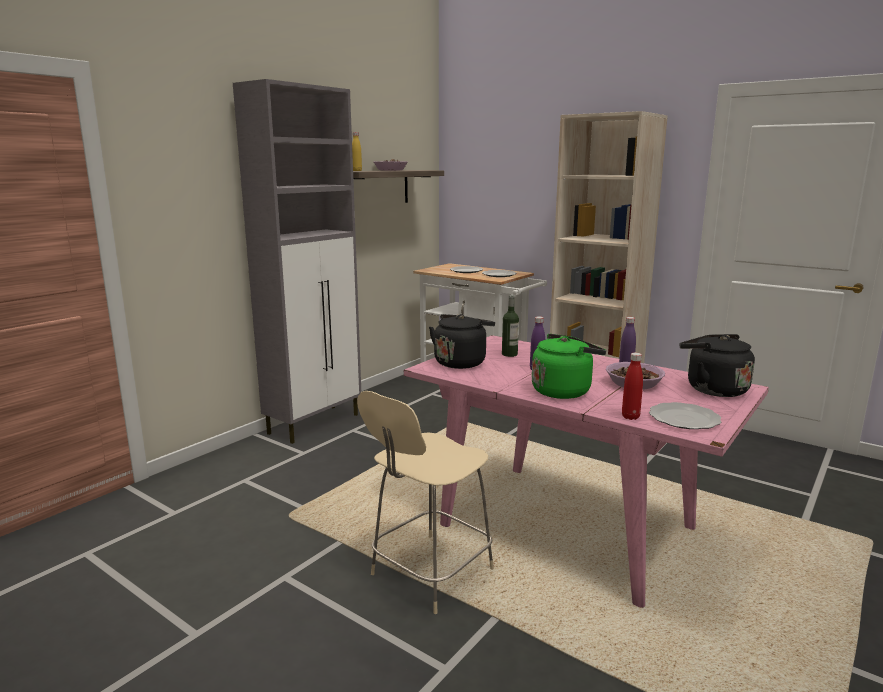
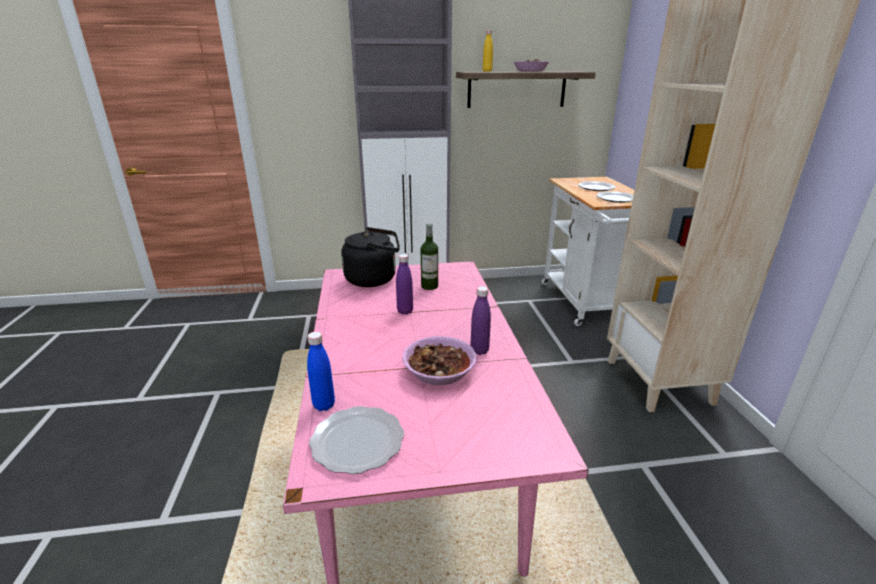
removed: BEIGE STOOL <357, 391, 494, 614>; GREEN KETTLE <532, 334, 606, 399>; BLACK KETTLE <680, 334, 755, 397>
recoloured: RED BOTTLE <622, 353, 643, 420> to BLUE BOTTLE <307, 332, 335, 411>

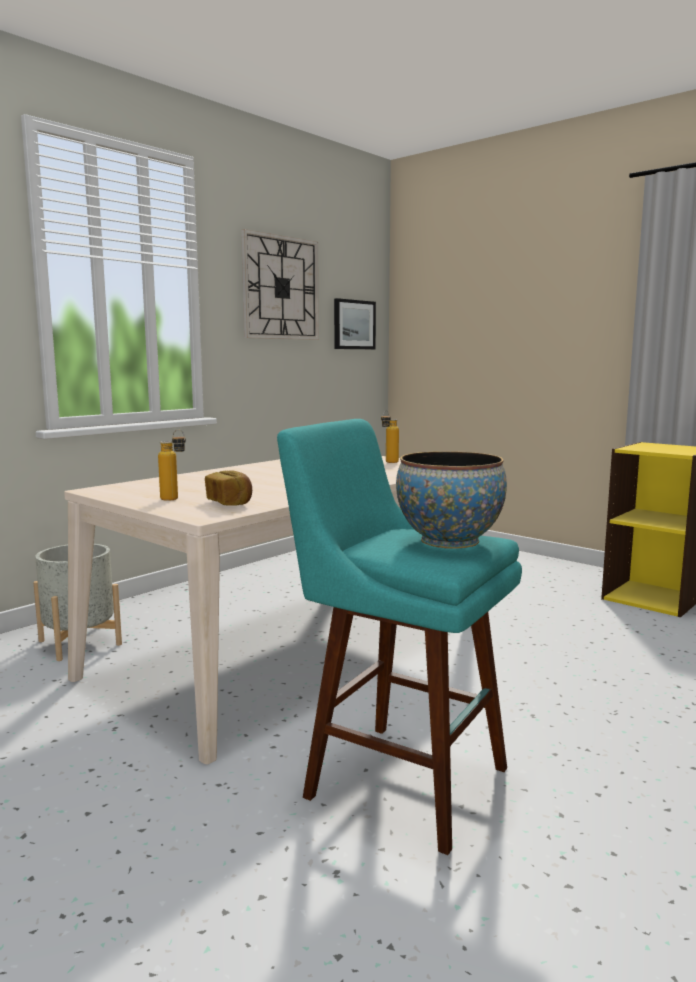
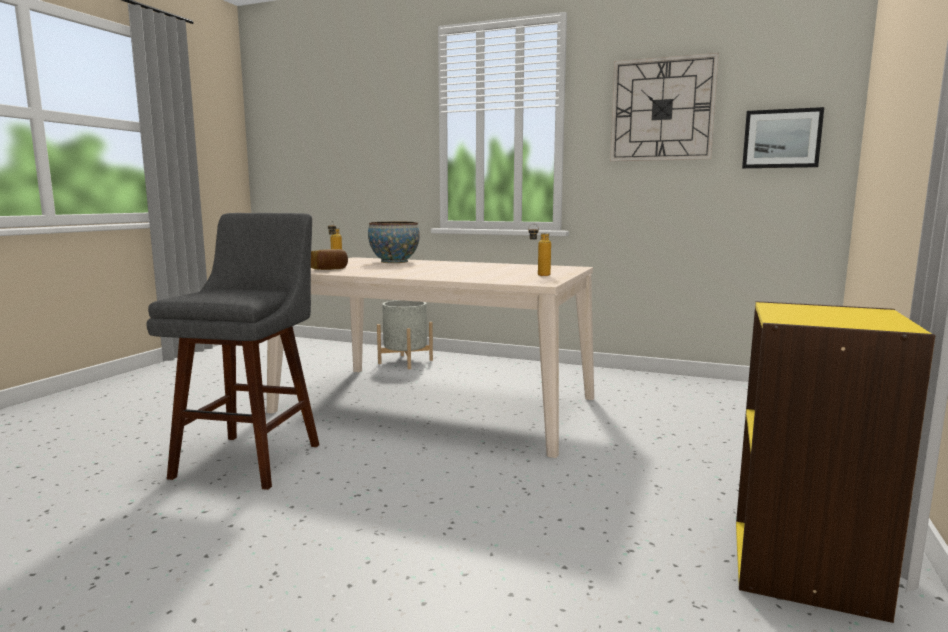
moved: BOWL <396, 451, 507, 549> to <368, 222, 420, 263>
recoloured: TURQUOISE STOOL <277, 419, 522, 855> to GREY STOOL <146, 213, 319, 490>

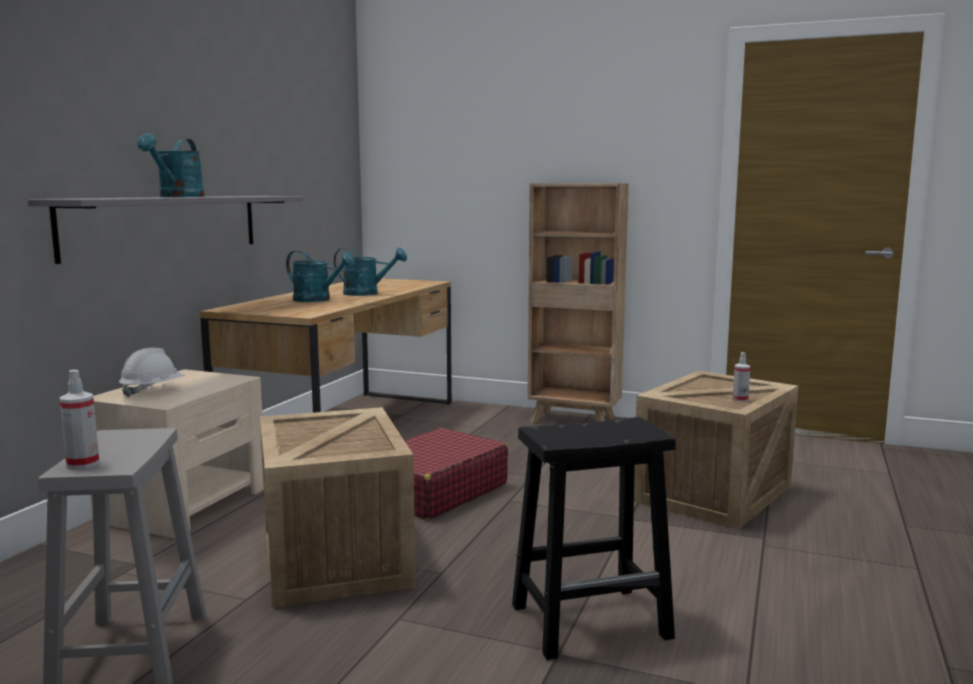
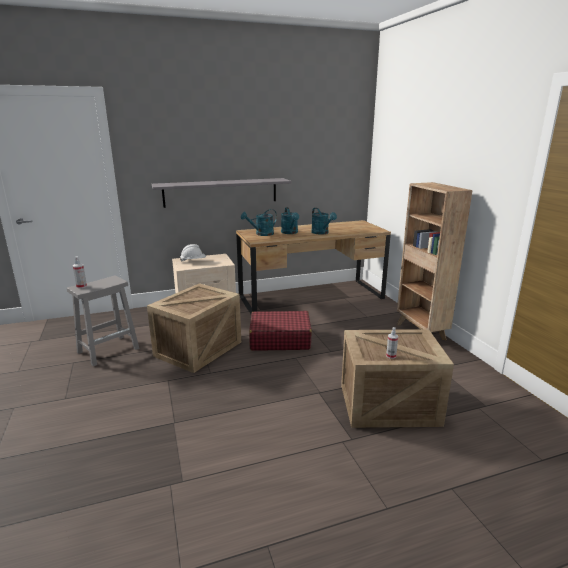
removed: BLACK STOOL <512, 417, 676, 660>
moved: TURQUOISE WATERING CAN <137, 133, 205, 197> to <241, 209, 277, 236>

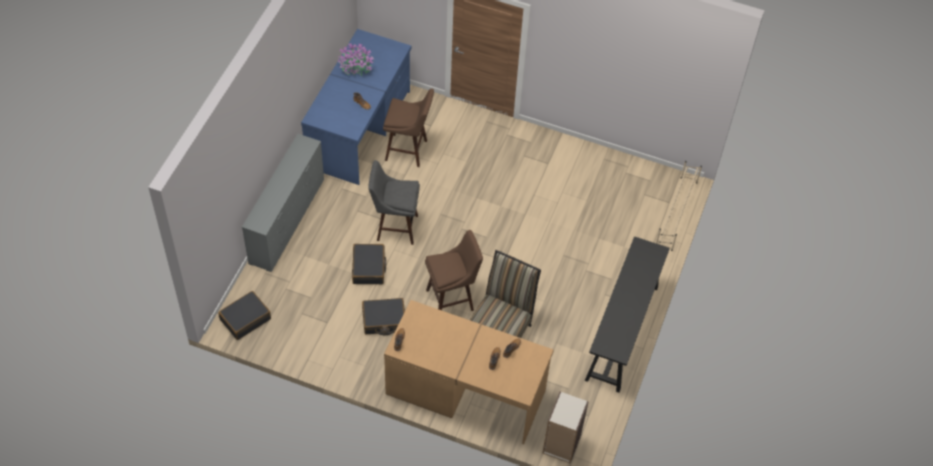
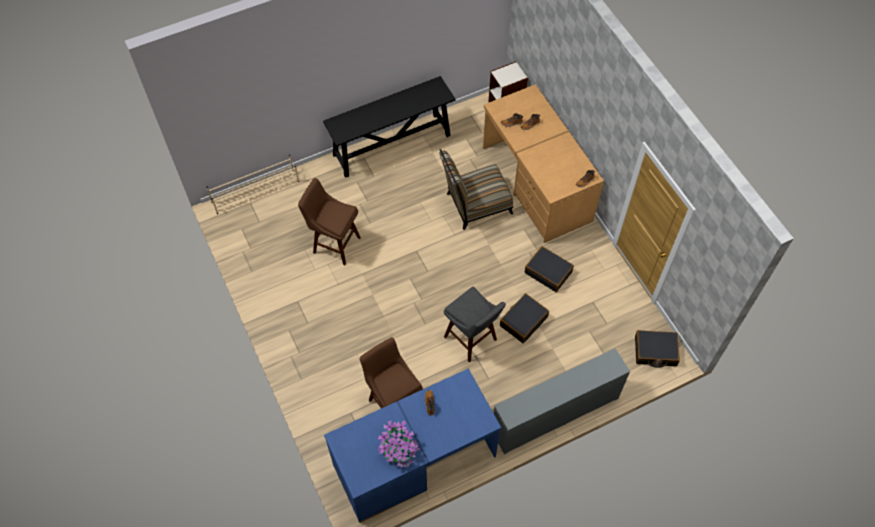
moved: BROWN STOOL <425, 230, 483, 311> to <298, 178, 361, 265>

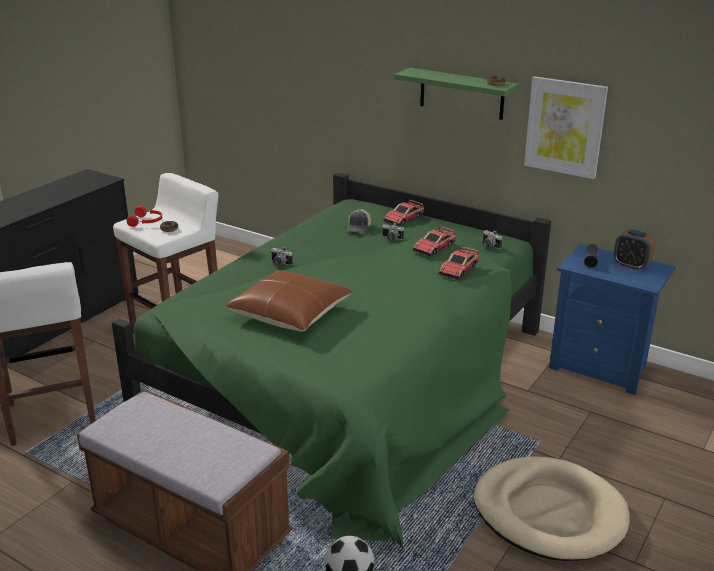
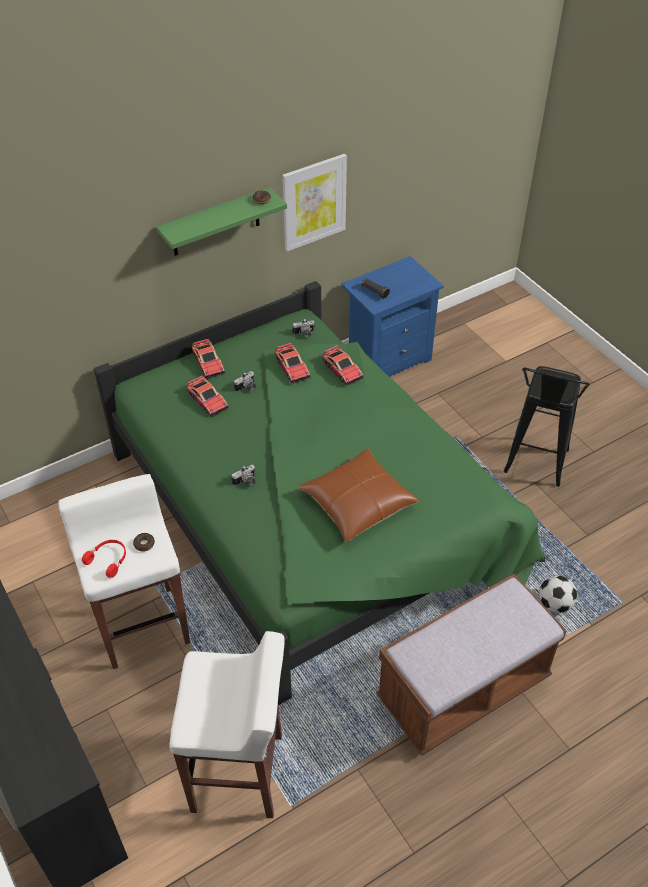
removed: ALARM CLOCK <614, 229, 655, 271>
replaced: CAP <347, 209, 371, 233> to TOY CAR <187, 376, 229, 417>; BEIGE DOG BED <473, 456, 630, 561> to BLACK STOOL <504, 366, 590, 487>

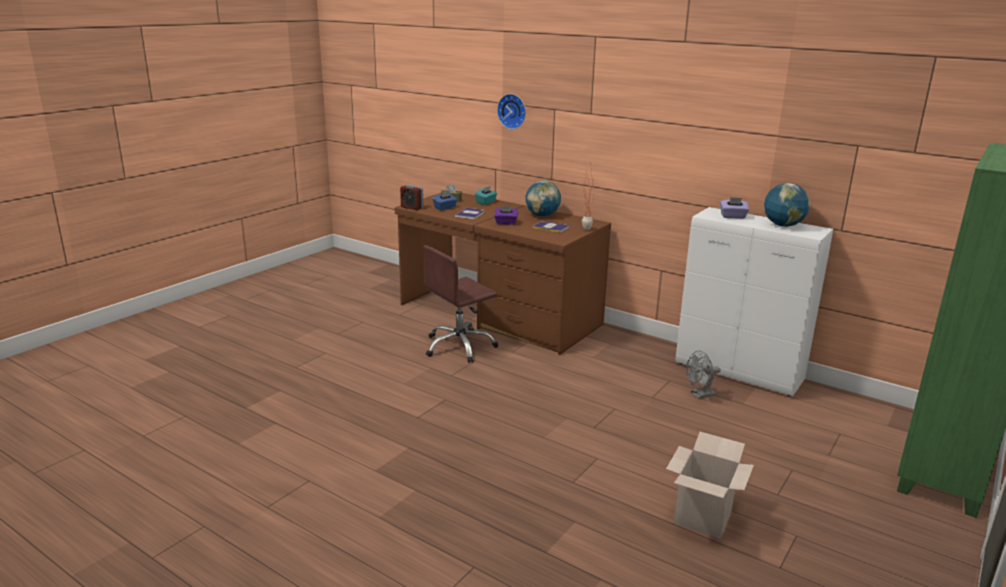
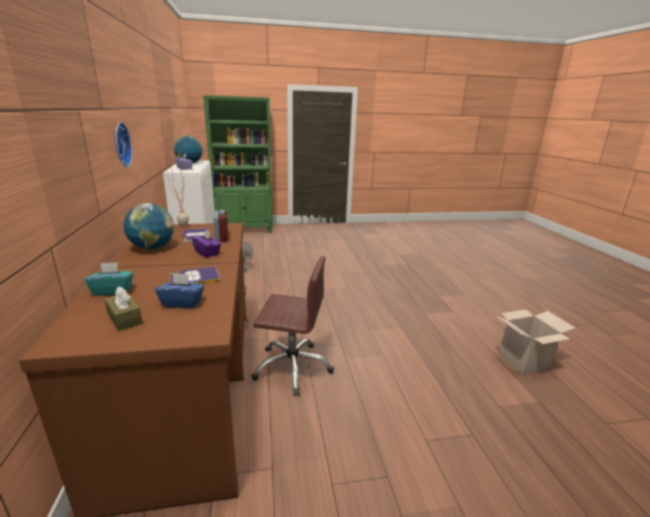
moved: ALARM CLOCK <400, 185, 423, 210> to <213, 210, 228, 242>; WALL CLOCK <497, 94, 526, 129> to <115, 122, 132, 167>; CARDBOARD BOX <666, 432, 754, 539> to <496, 309, 575, 374>

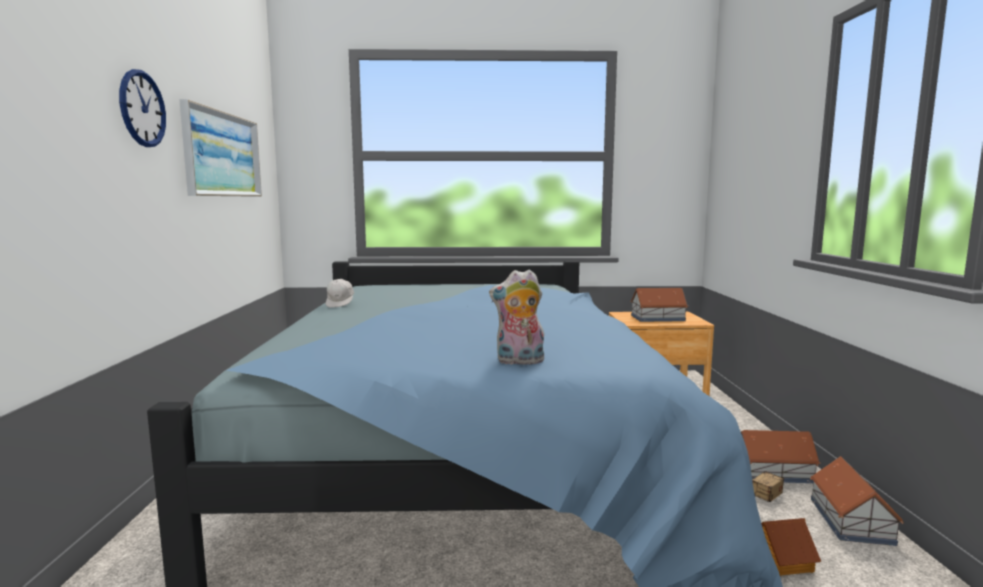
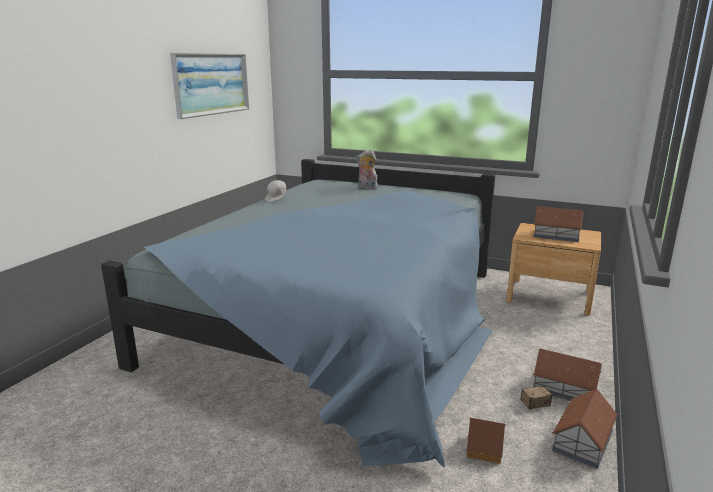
removed: WALL CLOCK <119, 69, 166, 147>
moved: PLUSH TOY <489, 269, 544, 365> to <356, 149, 378, 189>

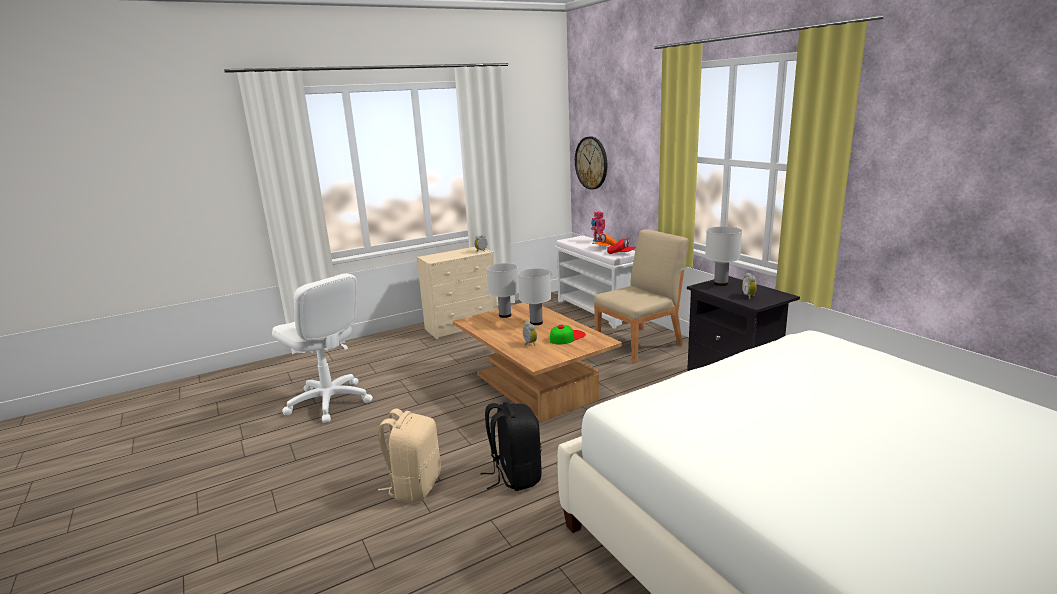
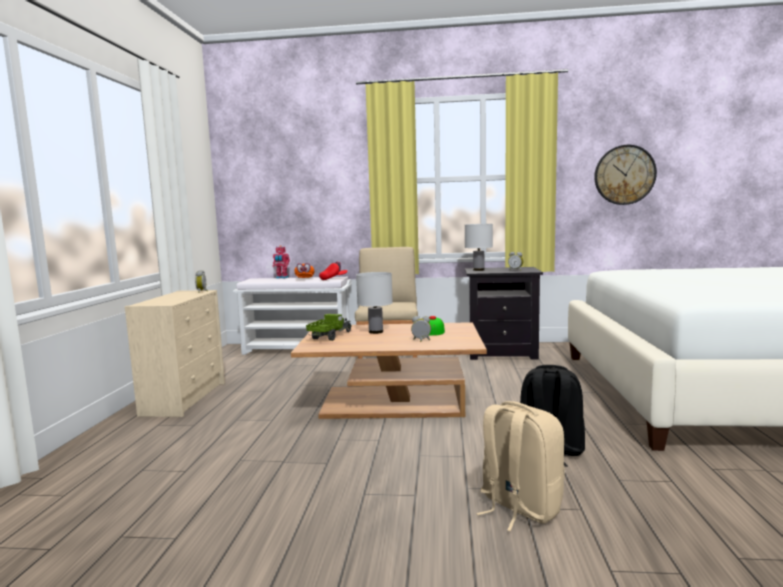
removed: WHITE OFFICE CHAIR <272, 273, 373, 423>
moved: WALL CLOCK <575, 137, 607, 190> to <594, 145, 657, 205>
replaced: WHITE TABLE LAMP <487, 263, 519, 318> to TOY TRUCK <306, 314, 352, 341>

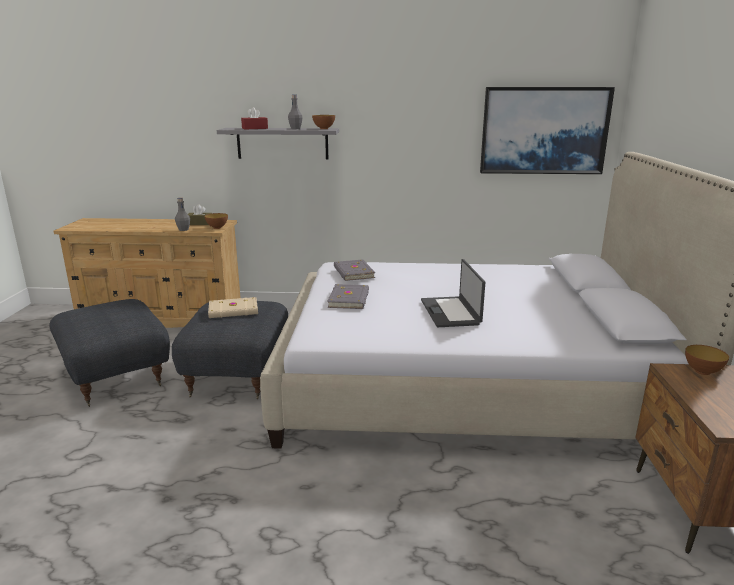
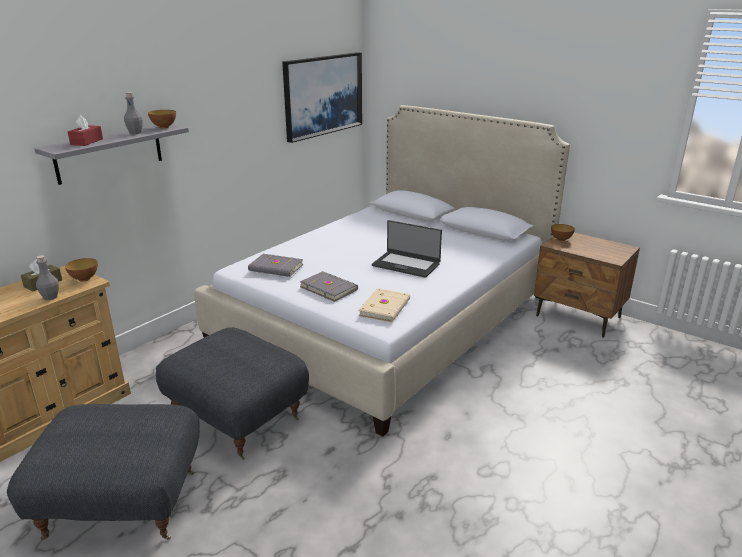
moved: BEIGE BOOK <208, 297, 258, 318> to <359, 288, 410, 323>

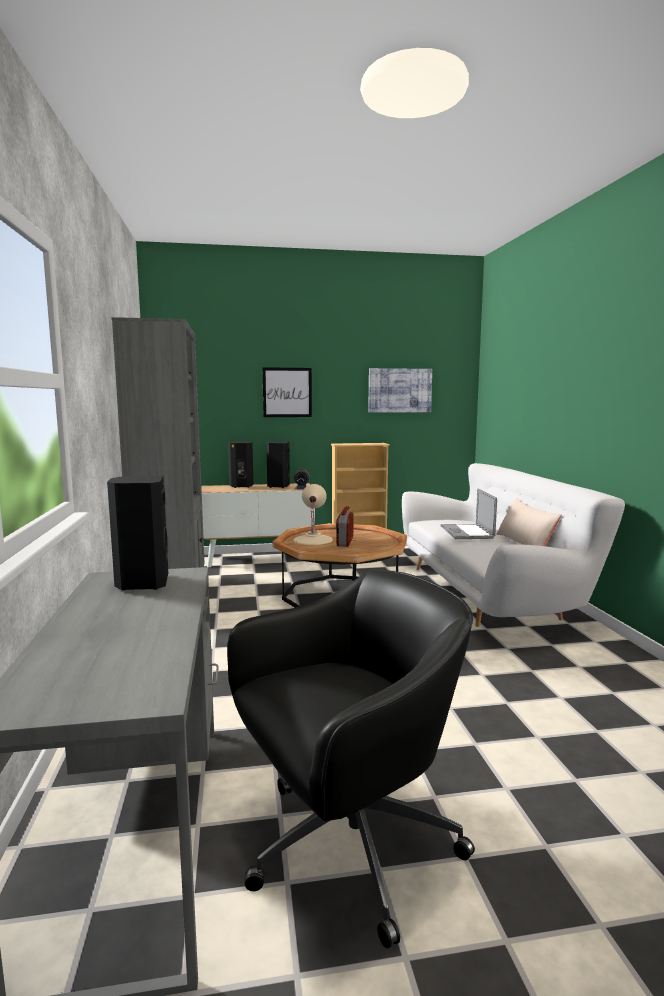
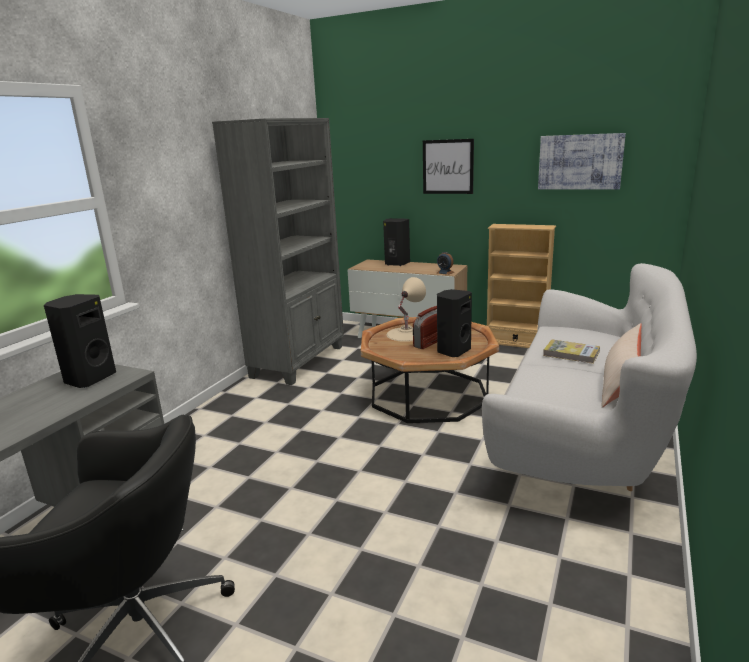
moved: BLACK SPEAKER <266, 441, 290, 488> to <437, 289, 472, 357>
replaced: LAPTOP <440, 488, 497, 539> to BOOK <543, 339, 600, 364>

